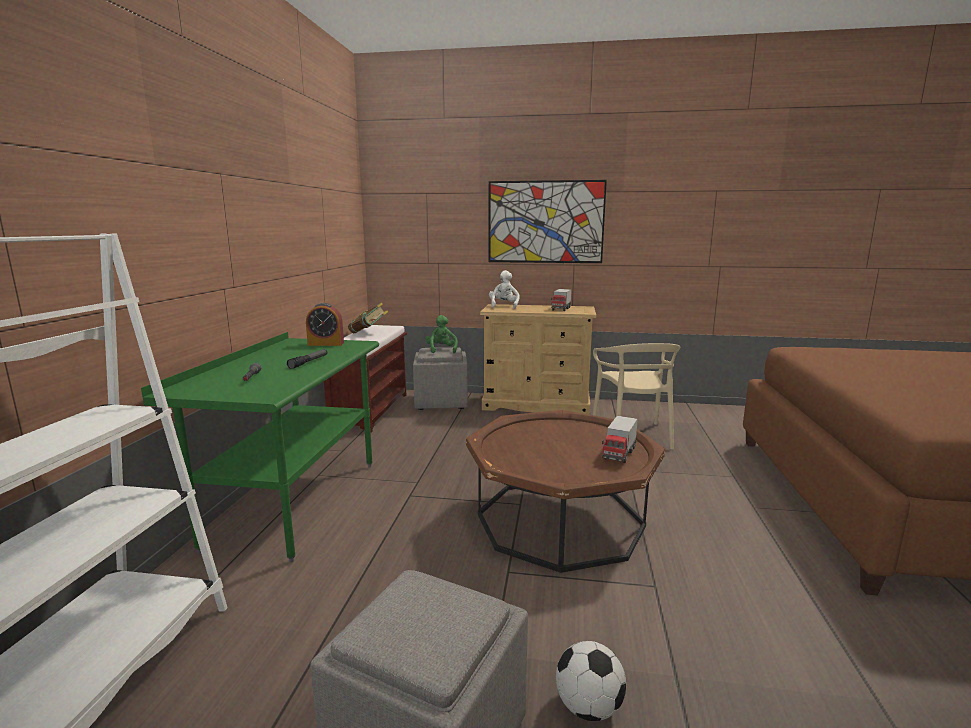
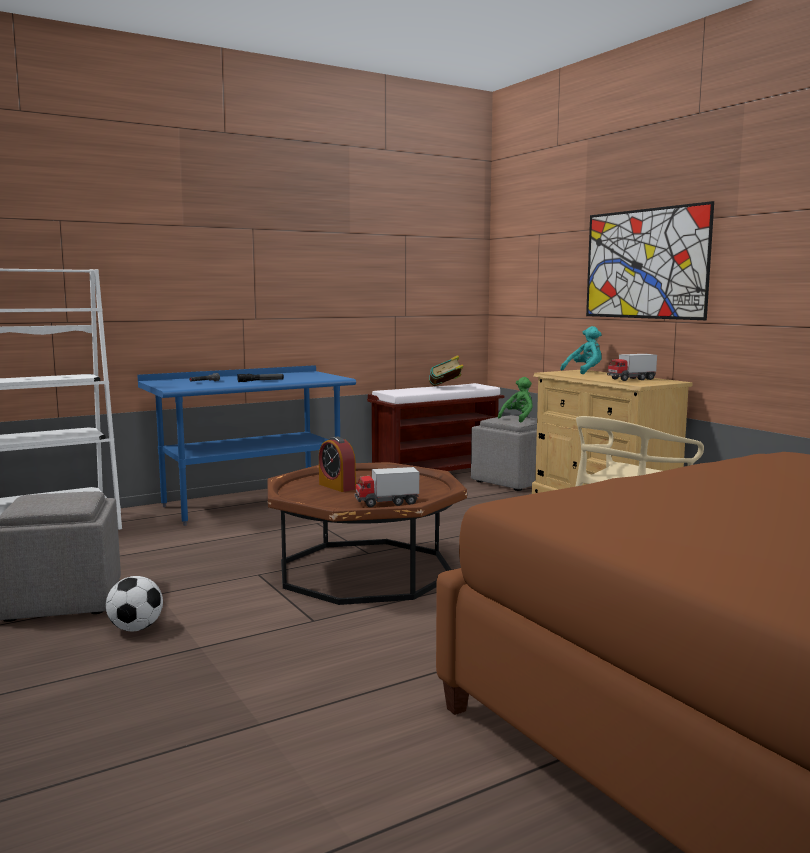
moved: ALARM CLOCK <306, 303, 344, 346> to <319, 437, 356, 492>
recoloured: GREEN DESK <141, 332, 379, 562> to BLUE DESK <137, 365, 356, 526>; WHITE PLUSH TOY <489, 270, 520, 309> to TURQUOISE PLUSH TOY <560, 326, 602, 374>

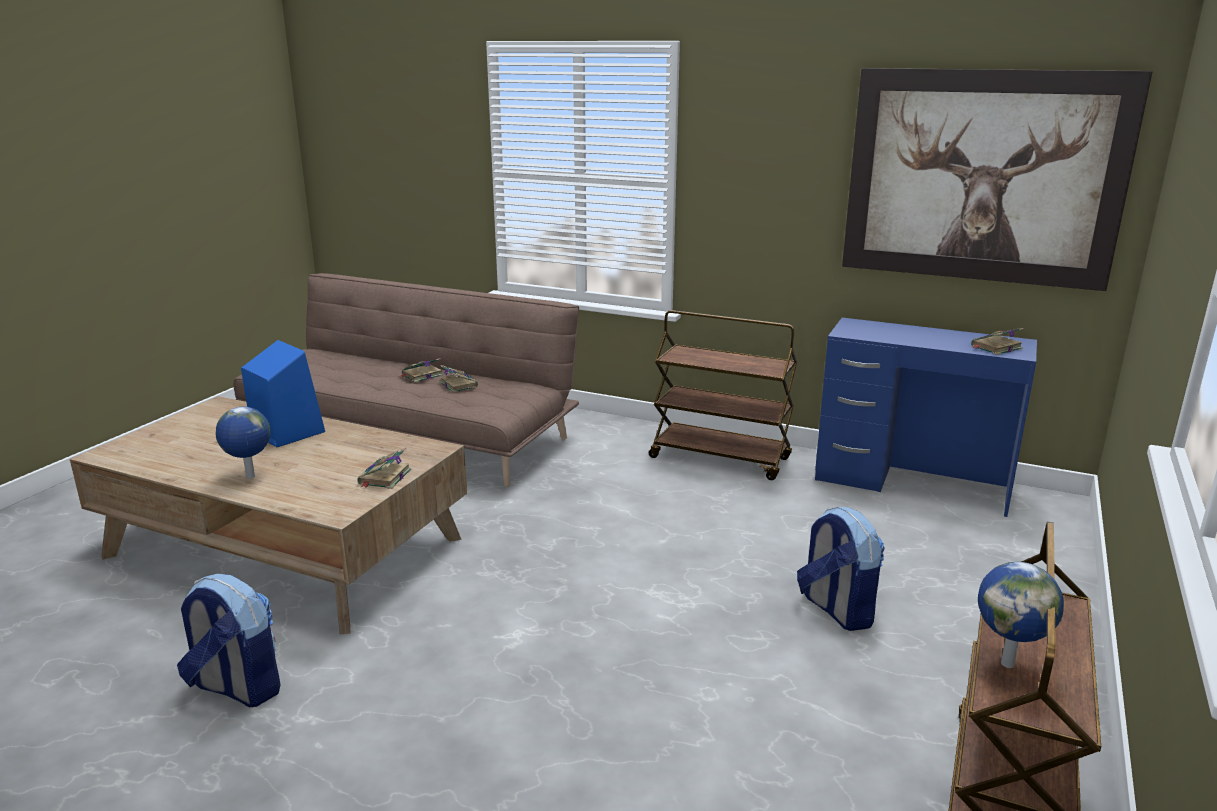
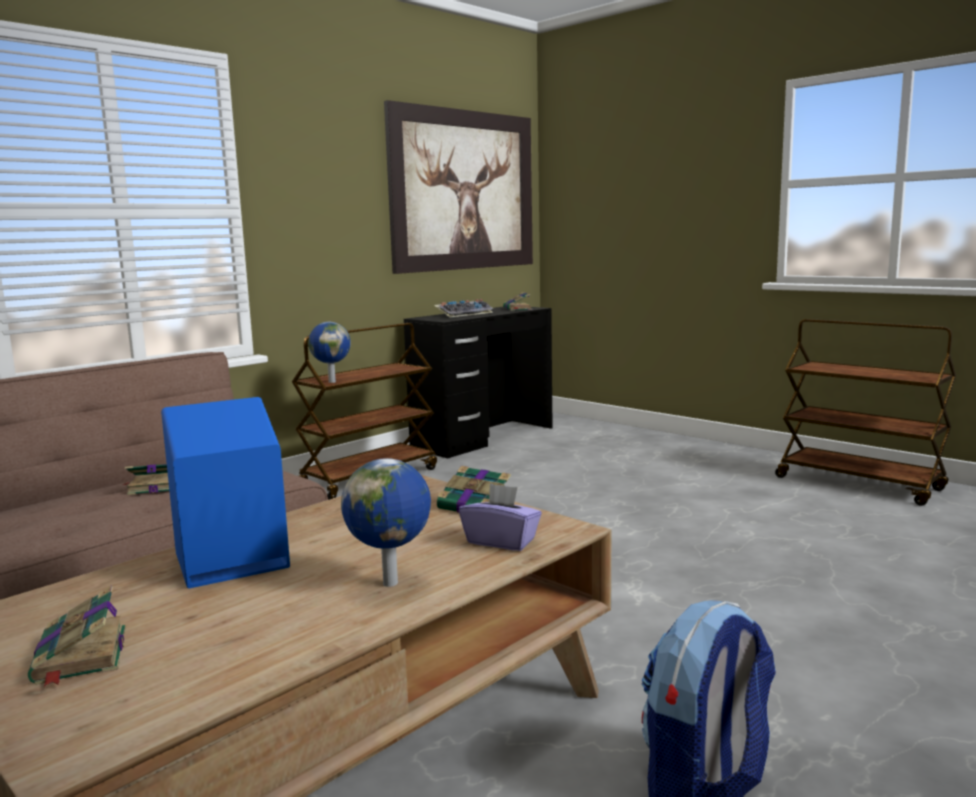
removed: BACKPACK <797, 507, 885, 631>
added: KEYBOARD <434, 299, 494, 317>; PURPLE TISSUE BOX <459, 483, 542, 551>
moved: BOOK <398, 358, 443, 382> to <28, 585, 126, 687>; GLOBE <978, 562, 1064, 668> to <308, 322, 351, 383>
recoloured: BLUE DESK <815, 318, 1037, 517> to BLACK DESK <404, 307, 553, 458>

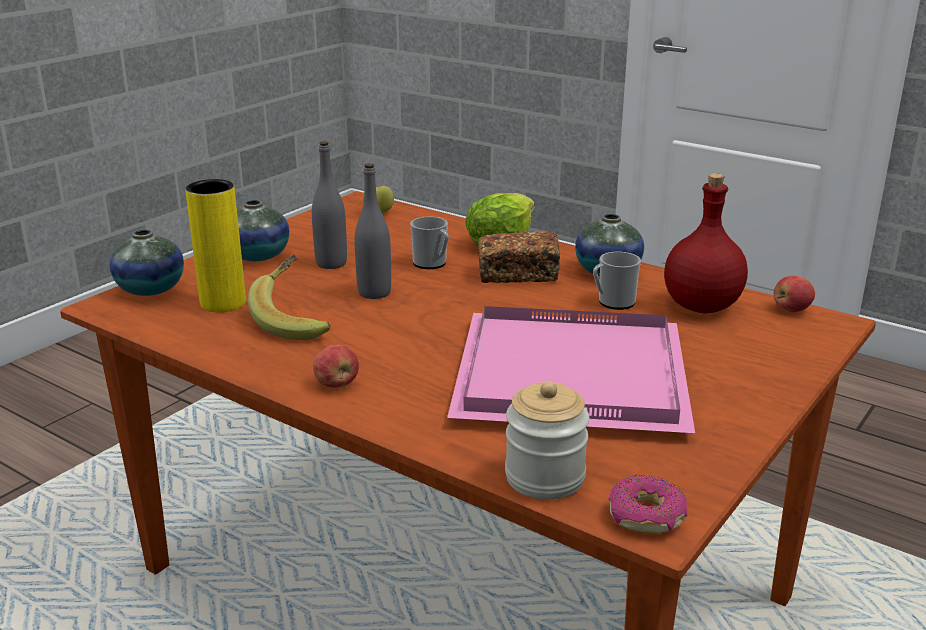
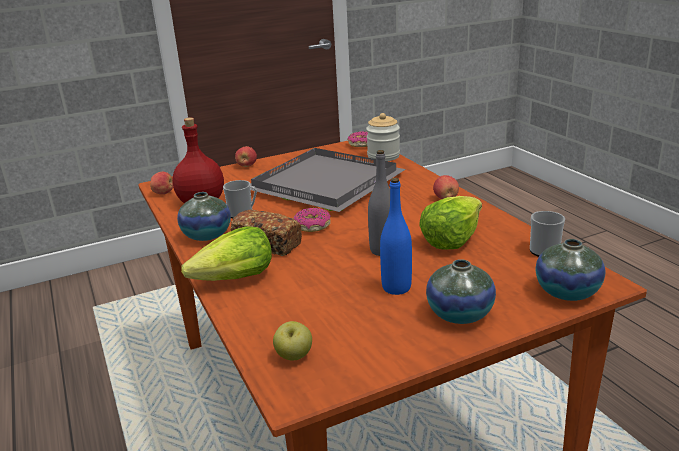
removed: YELLOW VASE <185, 179, 246, 312>
added: APPLE <235, 146, 257, 167>; DONUT <294, 208, 331, 232>
moved: MUG <410, 216, 449, 269> to <530, 211, 565, 257>
replaced: BANANA <248, 255, 330, 340> to LETTUCE <419, 196, 482, 249>
recoloured: GREY BOTTLE <312, 141, 347, 269> to BLUE BOTTLE <380, 178, 412, 295>; PINK TRAY <447, 306, 695, 433> to GREY TRAY <250, 148, 406, 212>

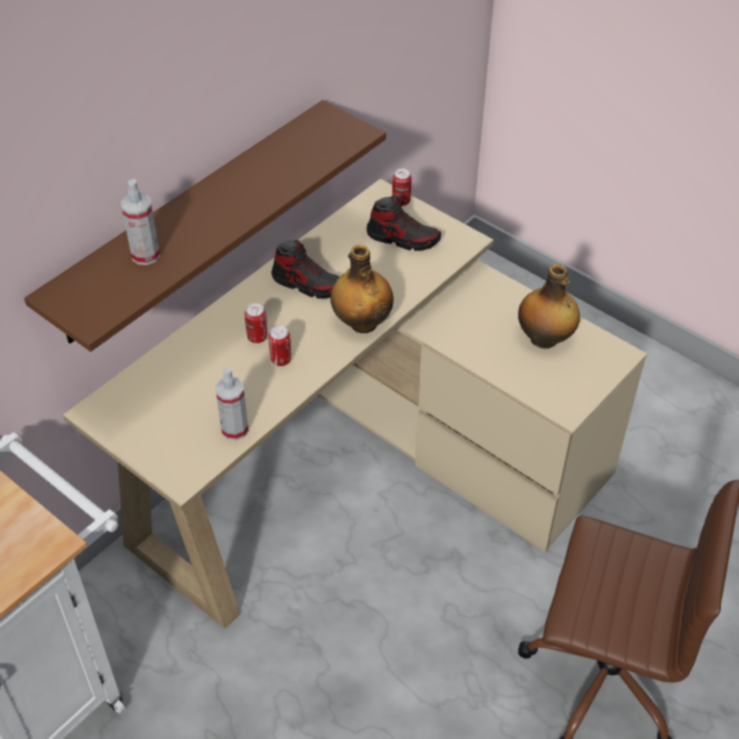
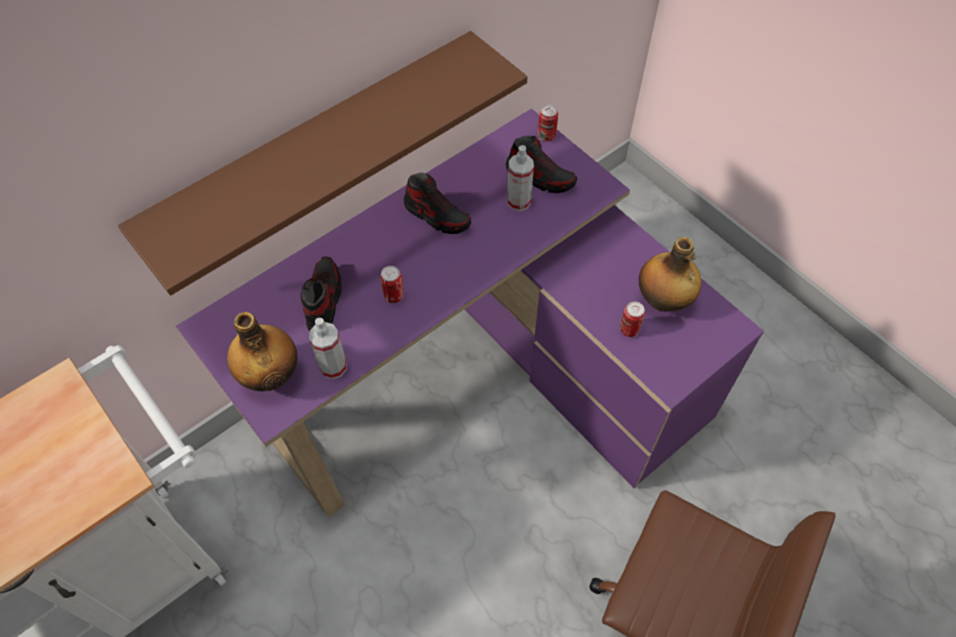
added: SHOE <300, 257, 342, 332>
moved: SPRAY BOTTLE <121, 179, 160, 265> to <507, 145, 534, 211>; CAN <245, 303, 267, 343> to <620, 301, 645, 337>; BOTTLE <331, 245, 393, 333> to <227, 312, 297, 391>
recoloured: BEIGE DESK <63, 179, 647, 629> to PURPLE DESK <176, 109, 764, 517>

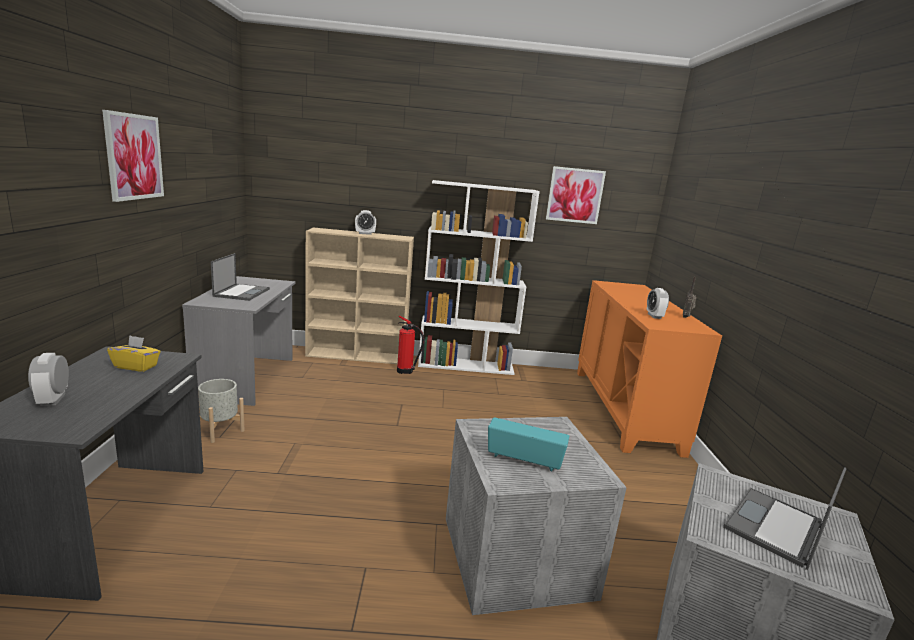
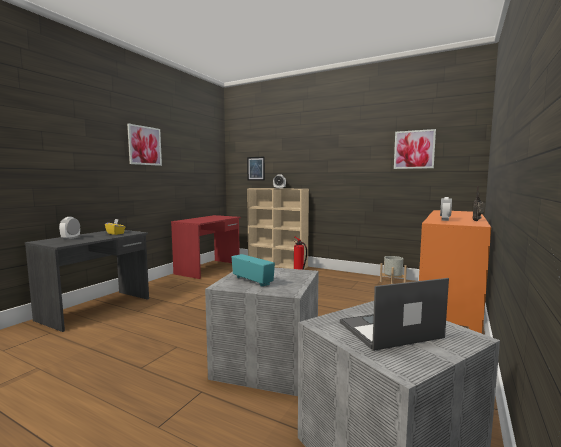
removed: LAPTOP <211, 253, 270, 301>; WHITE BOOKCASE <418, 180, 540, 375>
added: PICTURE <247, 157, 265, 180>
moved: GREY PLANTER <198, 379, 245, 443> to <380, 256, 407, 284>
recoloured: GREY DESK <182, 276, 296, 406> to RED DESK <171, 215, 241, 279>

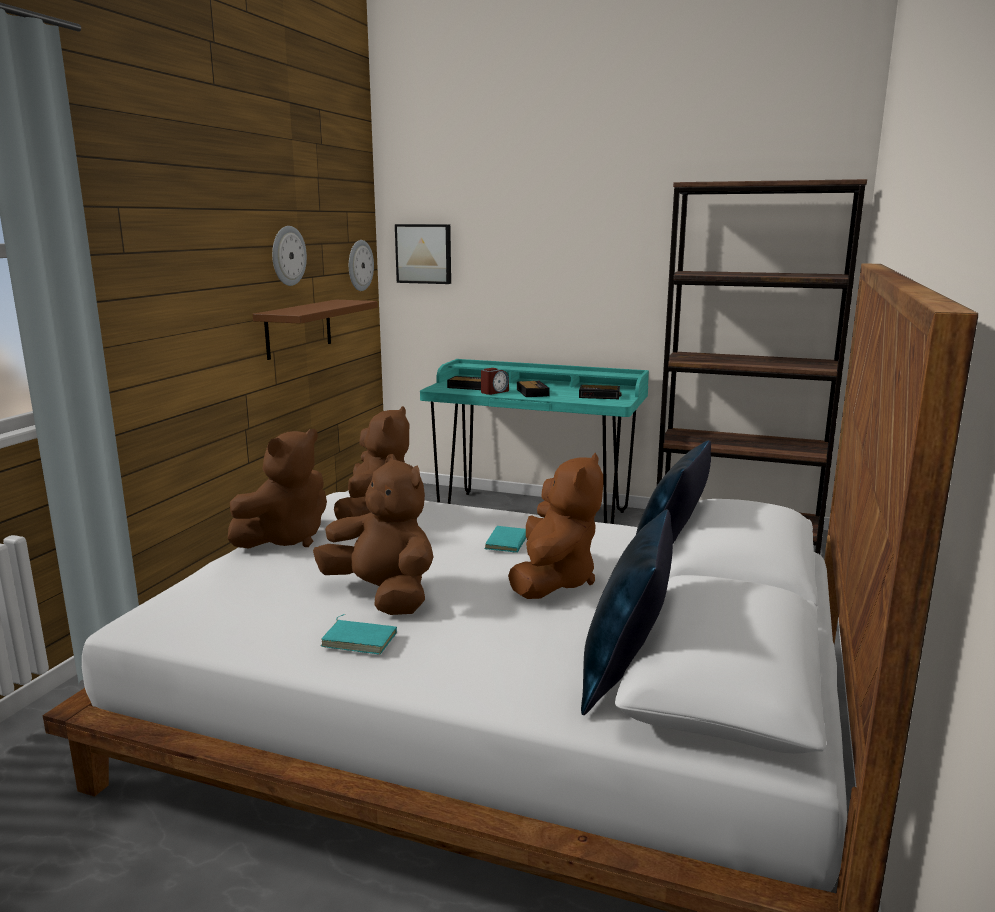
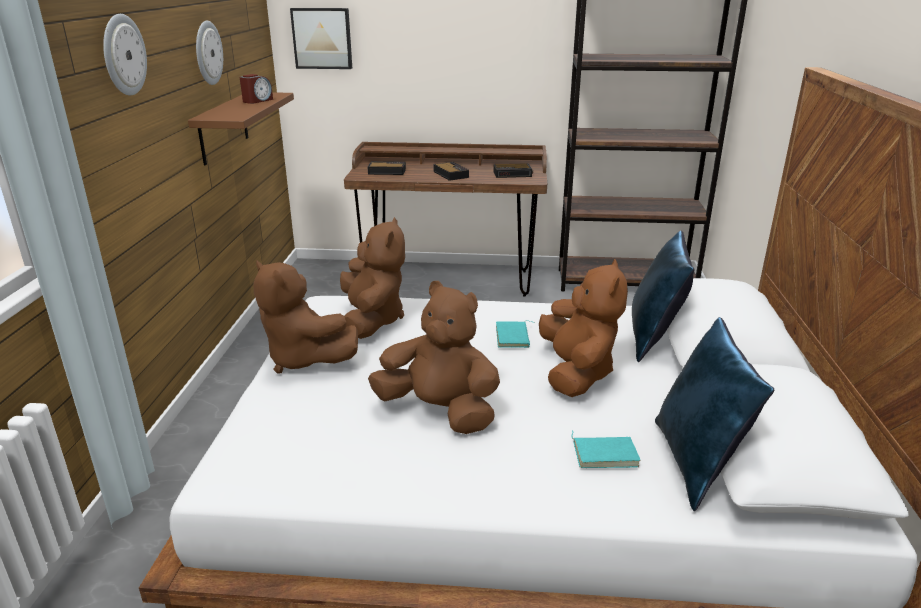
moved: TURQUOISE BOOK <320, 614, 397, 654> to <571, 431, 641, 468>; WALL CLOCK <349, 240, 374, 291> to <103, 14, 147, 95>; ALARM CLOCK <481, 368, 509, 395> to <240, 74, 273, 104>
recoloured: TURQUOISE DESK <420, 359, 649, 524> to BROWN DESK <344, 142, 547, 297>
turned: BROWN PLUSH TOY <228, 429, 327, 549> = <254, 260, 358, 374> 105 degrees clockwise

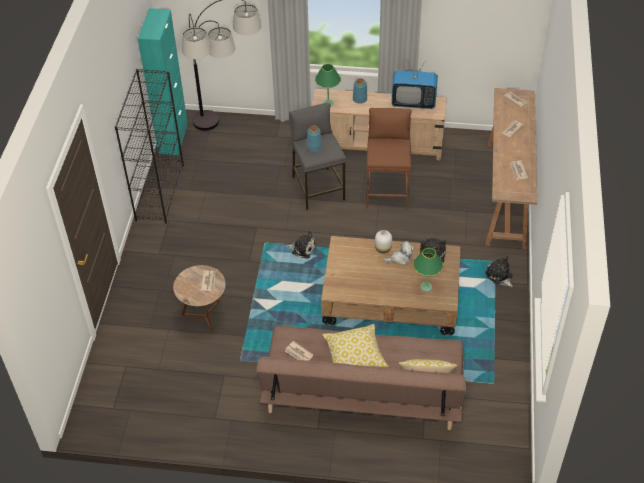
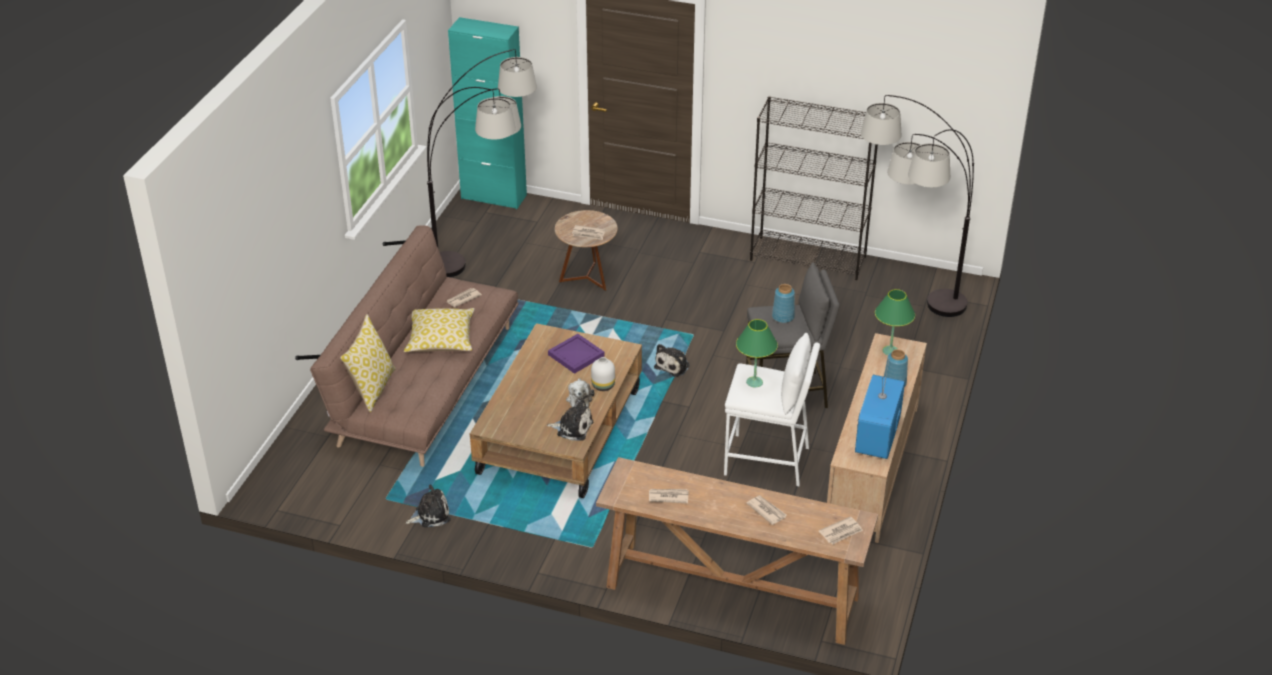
added: FLOOR LAMP <427, 49, 537, 277>; PURPLE TRAY <548, 334, 605, 374>
moved: TURQUOISE CABINET <138, 8, 188, 155> to <448, 17, 527, 209>; GREEN TABLE LAMP <413, 248, 443, 291> to <736, 319, 778, 387>; PLUSH TOY <485, 256, 513, 287> to <406, 484, 451, 527>
recoloured: BROWN STOOL <366, 108, 412, 209> to WHITE STOOL <724, 333, 820, 486>

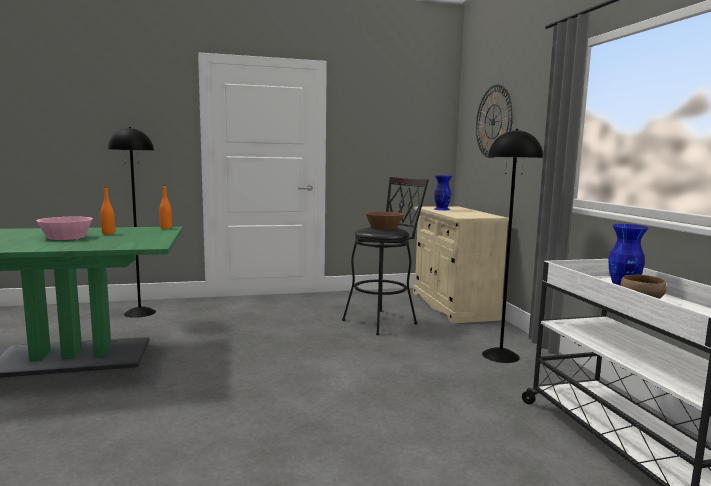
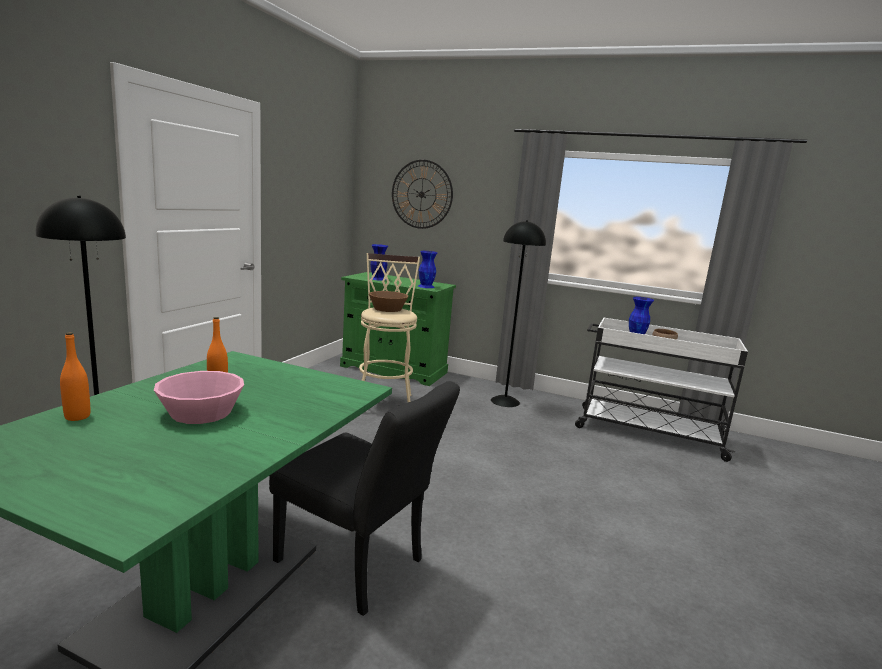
added: BLACK CHAIR <269, 381, 460, 616>; BLUE VASE <418, 251, 437, 288>
moved: ORANGE BOTTLE <159, 185, 172, 229> to <60, 332, 90, 421>
recoloured: BLACK STOOL <342, 177, 429, 335> to BEIGE STOOL <359, 253, 420, 402>; BEIGE CABINET <413, 206, 509, 324> to GREEN CABINET <340, 272, 456, 386>

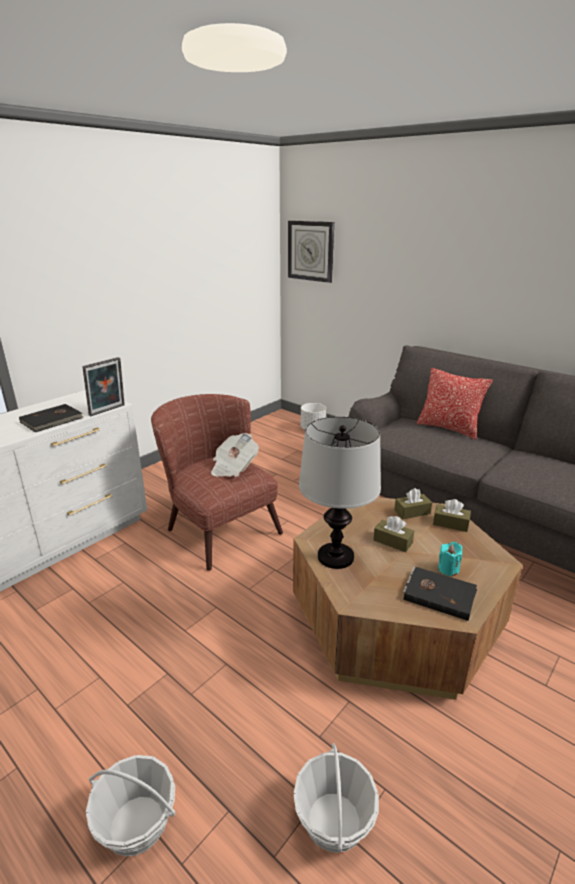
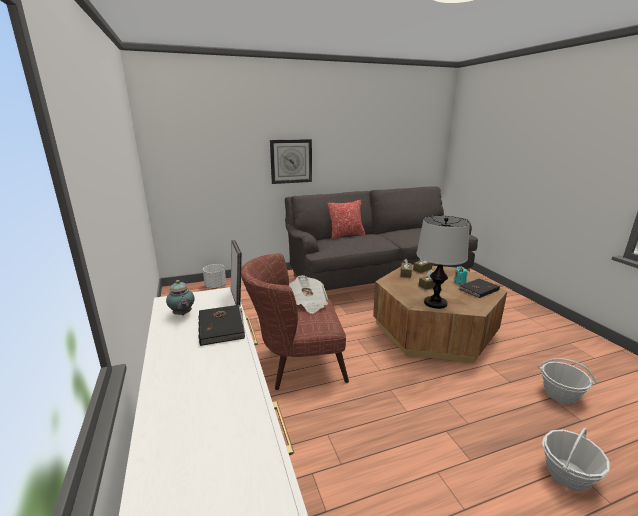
added: TEAPOT <166, 280, 195, 315>
moved: WALL CLOCK <288, 220, 334, 283> to <270, 139, 312, 184>

